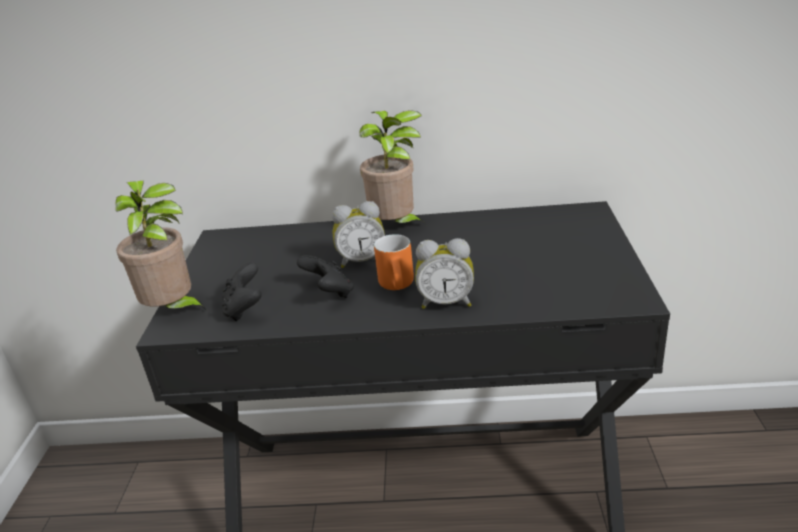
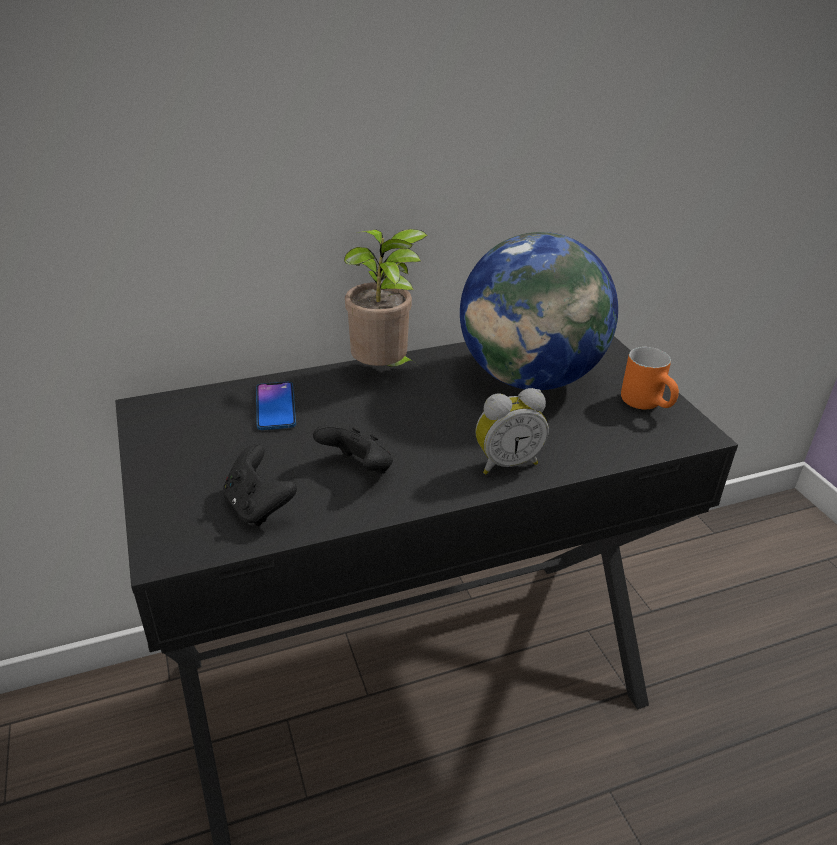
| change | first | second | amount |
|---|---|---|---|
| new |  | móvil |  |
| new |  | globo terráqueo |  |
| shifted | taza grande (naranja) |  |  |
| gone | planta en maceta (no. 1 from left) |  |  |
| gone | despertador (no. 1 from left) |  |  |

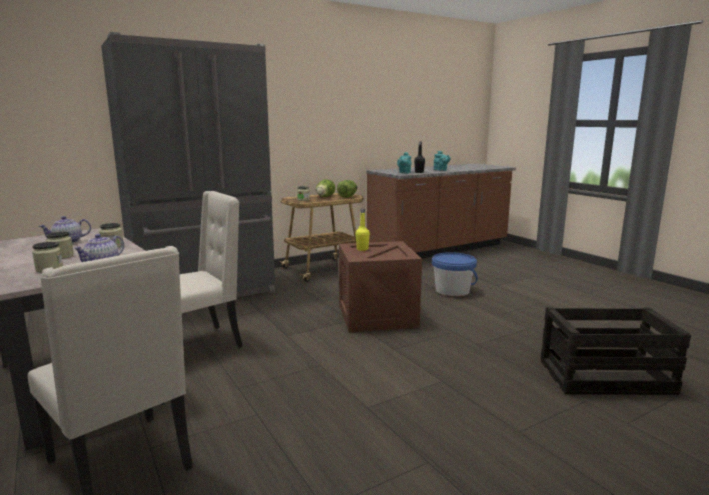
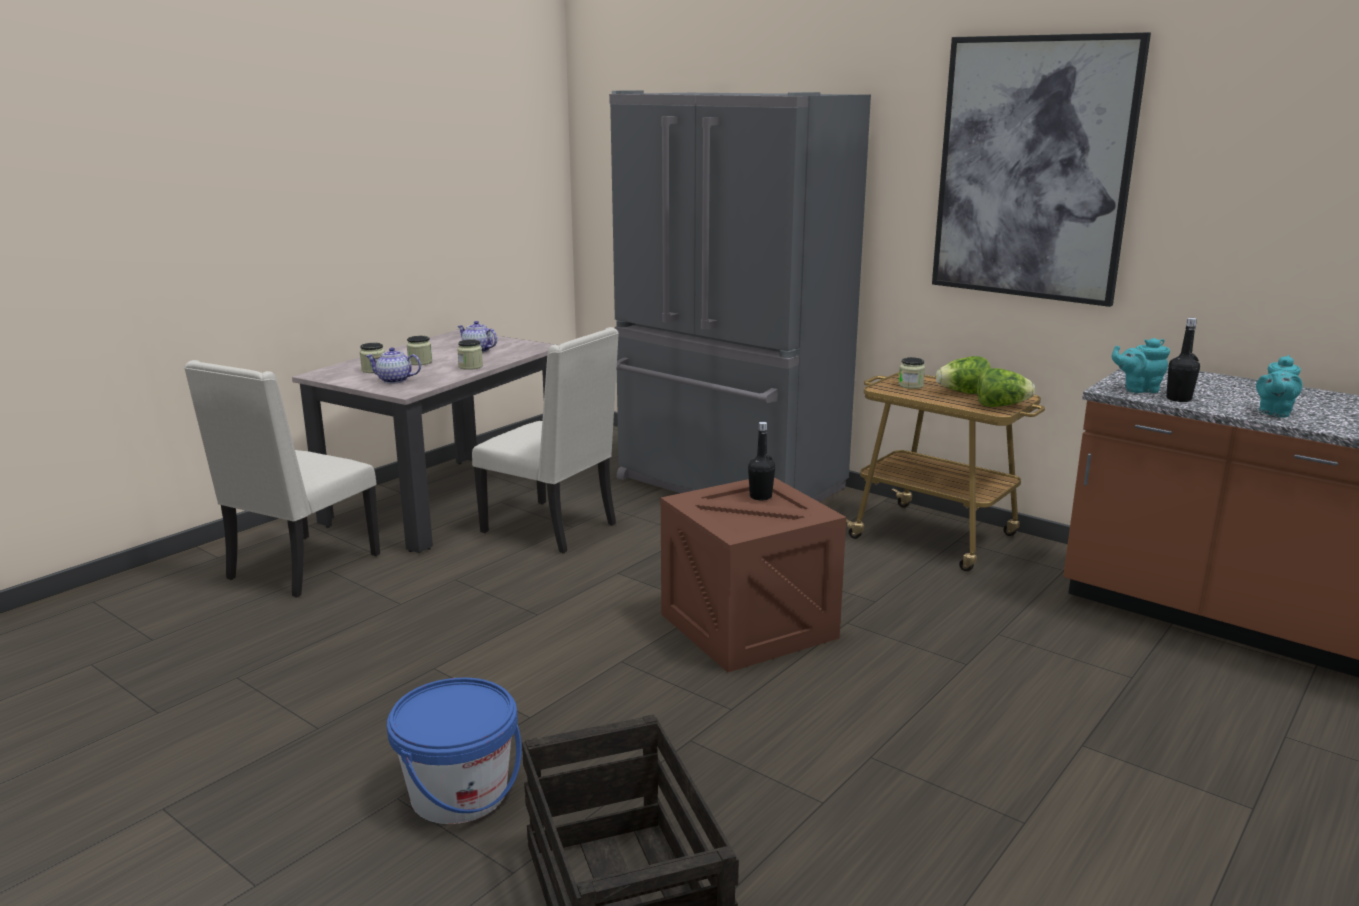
| change | first | second | amount |
|---|---|---|---|
| shifted | cubo (azul) |  |  |
| repainted | botella (amarillo) | botella (negro) (no. 1 from left) |  |
| new |  | cuadro |  |

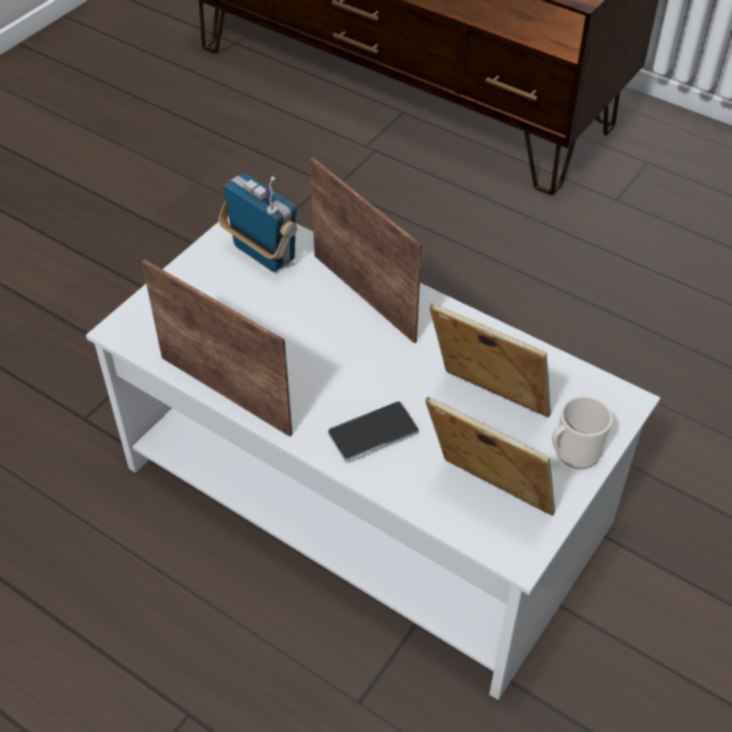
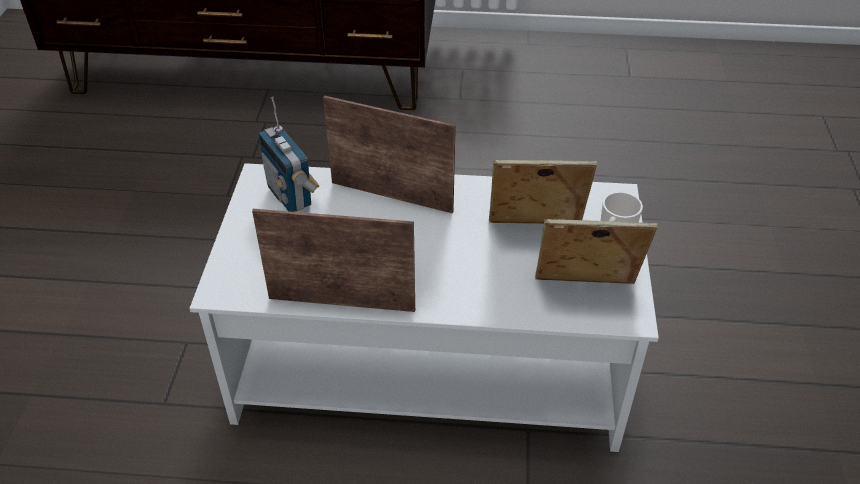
| change | first | second | amount |
|---|---|---|---|
| rotated | radio |  | 135 degrees counterclockwise |
| gone | móvil |  |  |

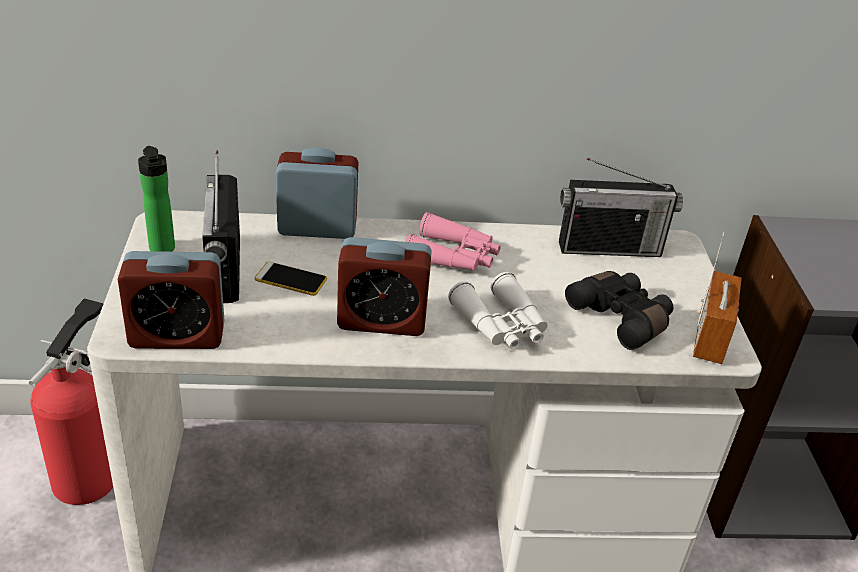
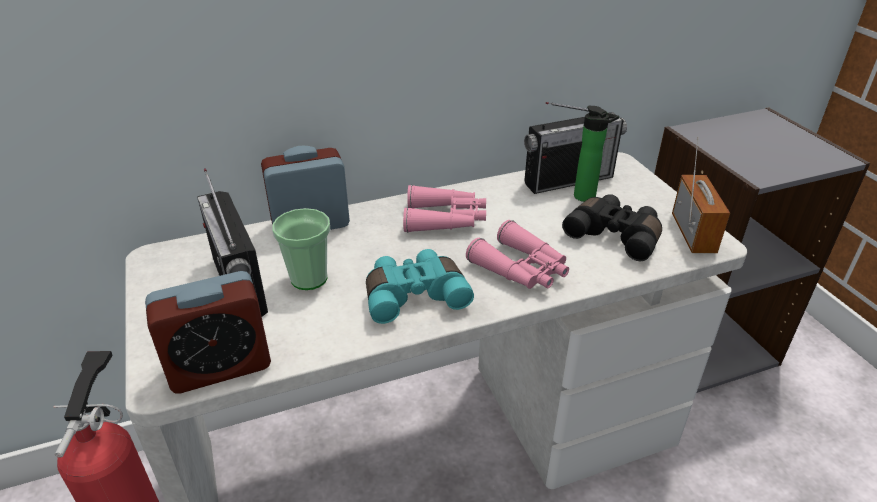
| change | first | second | amount |
|---|---|---|---|
| swapped | móvil | taza |  |
| swapped | despertador (no. 3 from left) | prismáticos (turquesa) |  |
| repainted | prismáticos (blanco) | prismáticos (rosa) (no. 2 from left) |  |
| shifted | botella |  |  |

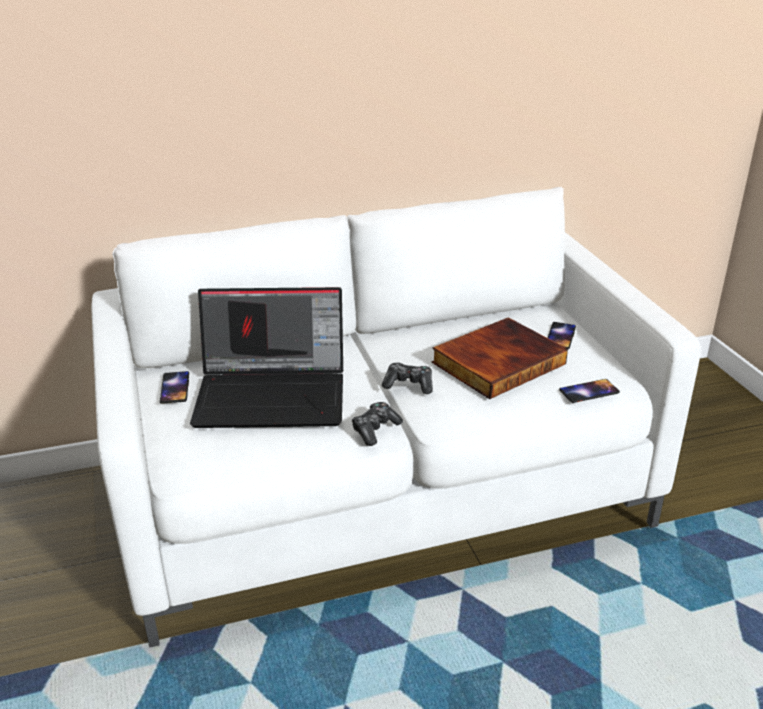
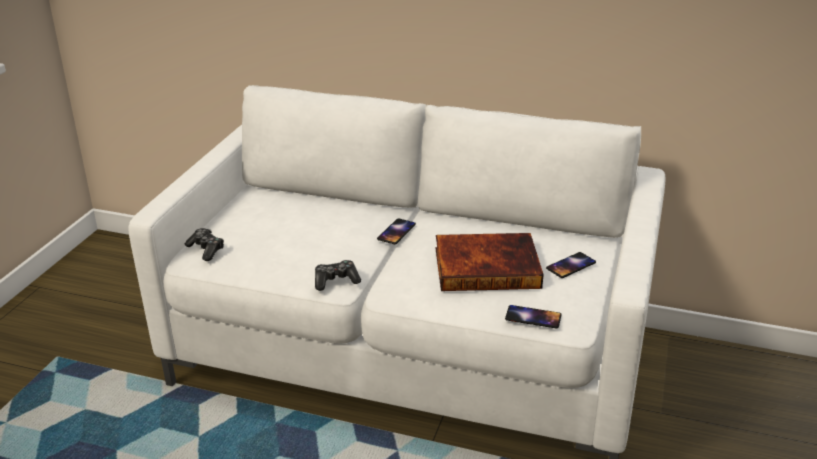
| change | first | second | amount |
|---|---|---|---|
| shifted | mando de consola (no. 2 from left in the first image) | mando de consola (no. 1 from left) |  |
| shifted | móvil (no. 1 from left) |  |  |
| gone | portátil |  |  |

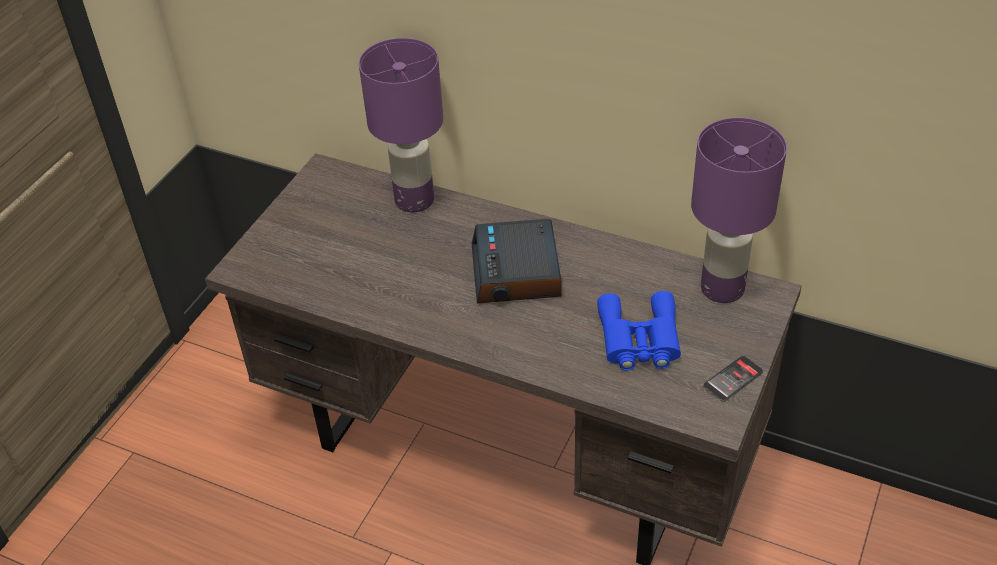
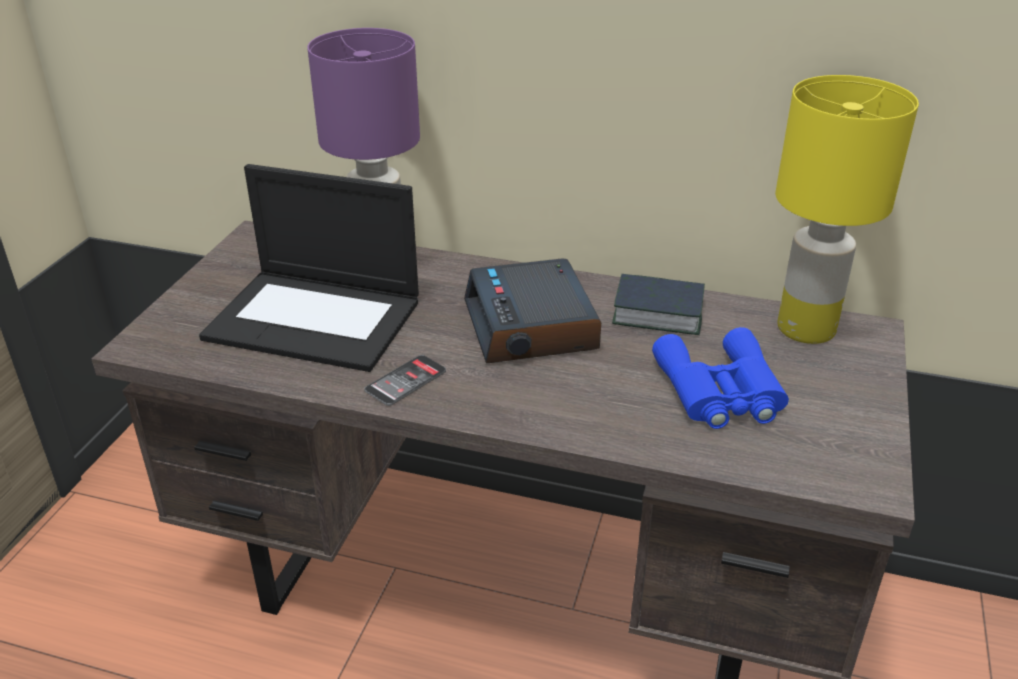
| change | first | second | amount |
|---|---|---|---|
| new |  | portátil |  |
| shifted | móvil |  |  |
| new |  | libro |  |
| repainted | lámpara de mesa (morado) (no. 2 from left) | lámpara de mesa (amarillo) |  |

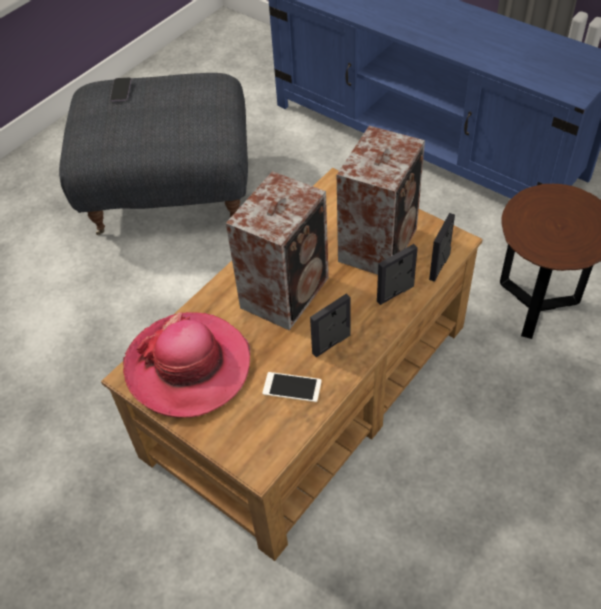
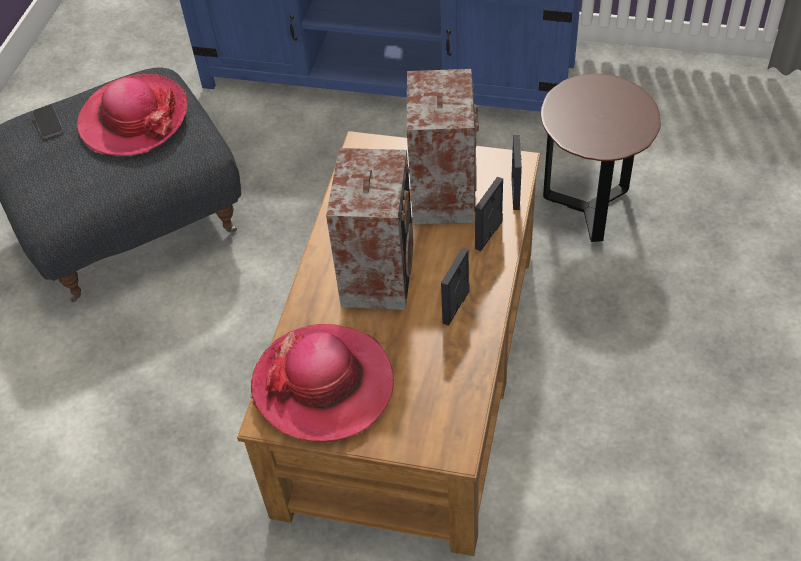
| change | first | second | amount |
|---|---|---|---|
| new |  | sombrero (no. 1 from left) |  |
| gone | móvil (no. 2 from left) |  |  |

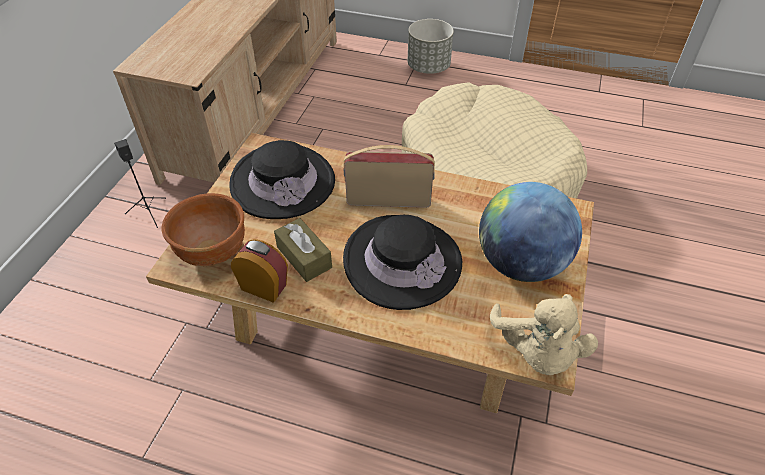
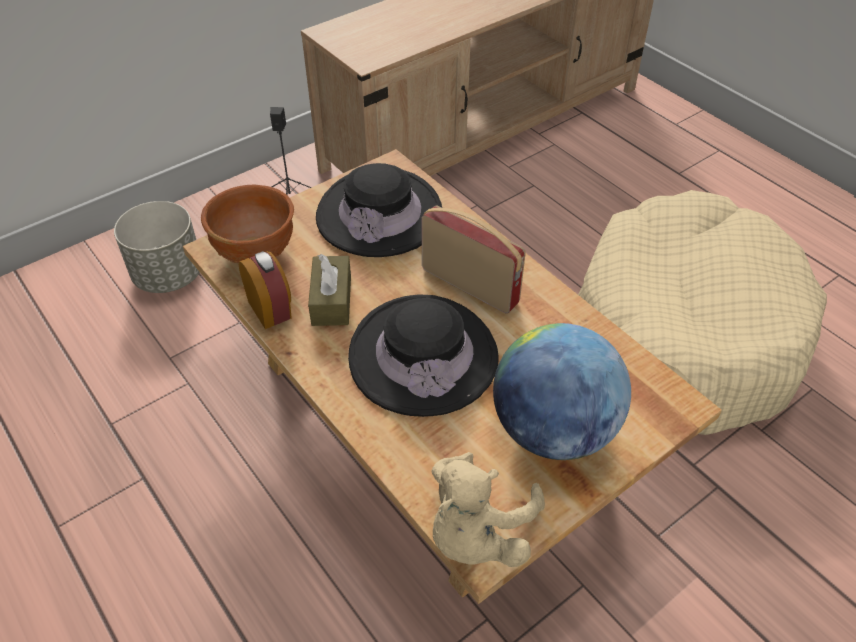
| change | first | second | amount |
|---|---|---|---|
| shifted | maceta (gris) |  |  |

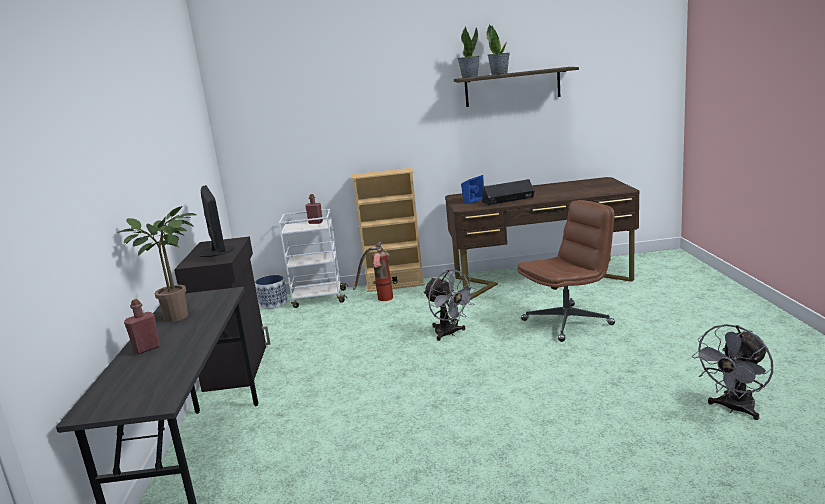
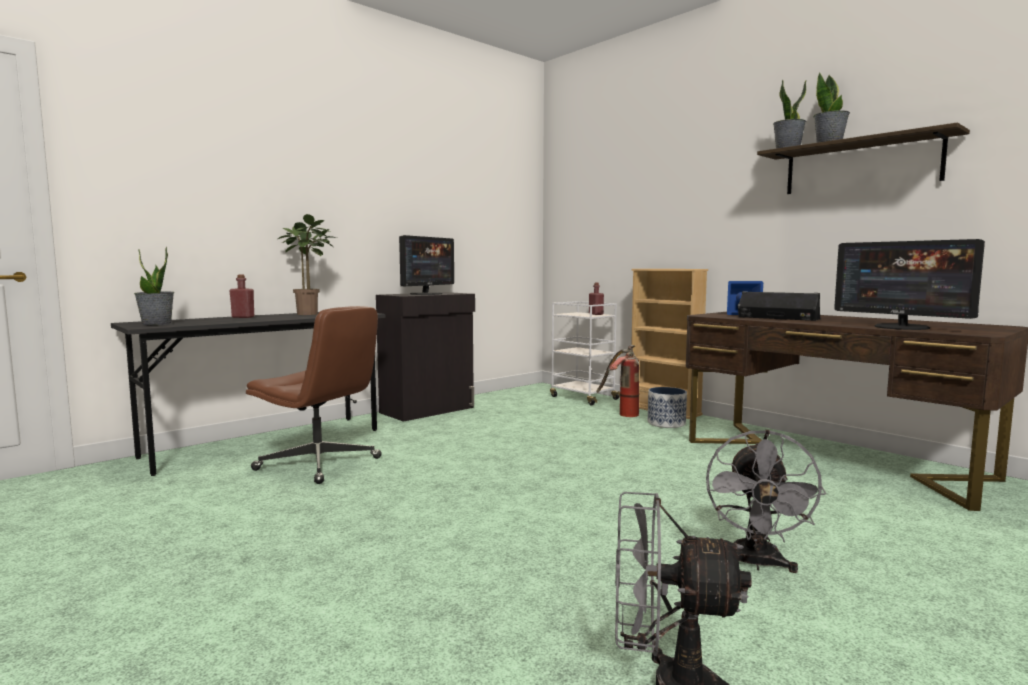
| change | first | second | amount |
|---|---|---|---|
| new |  | planta en maceta (no. 1 from left) |  |
| shifted | silla de oficina (marrón) |  |  |
| shifted | maceta |  |  |
| shifted | ventilador (gris) (no. 1 from left in the first image) | ventilador (gris) (no. 2 from left) |  |
| new |  | monitor (no. 2 from left) |  |

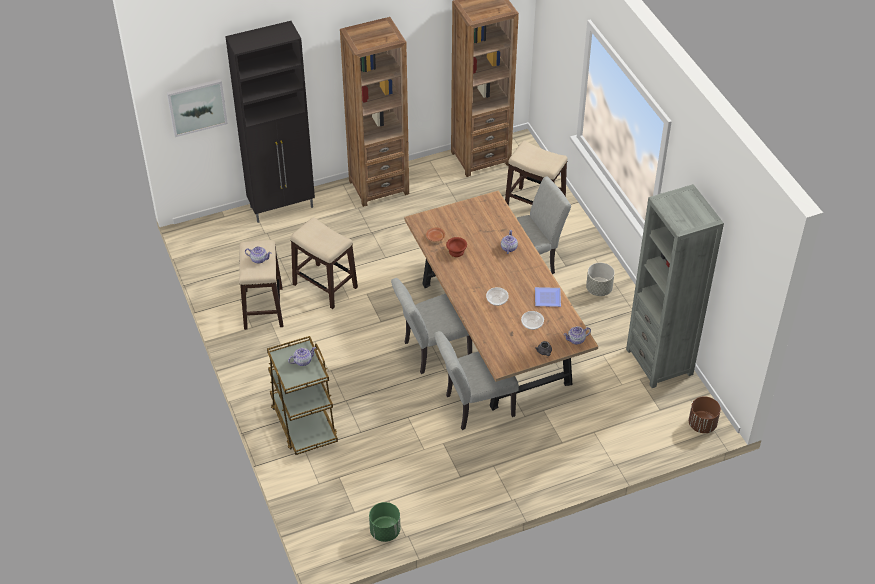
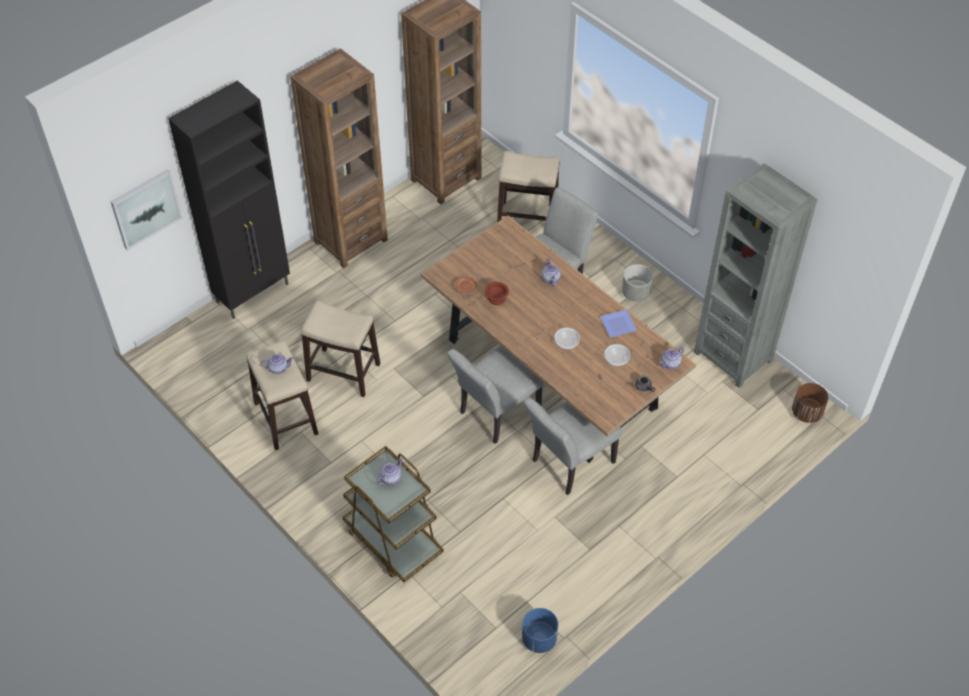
| change | first | second | amount |
|---|---|---|---|
| repainted | maceta (verde) | maceta (azul) |  |

